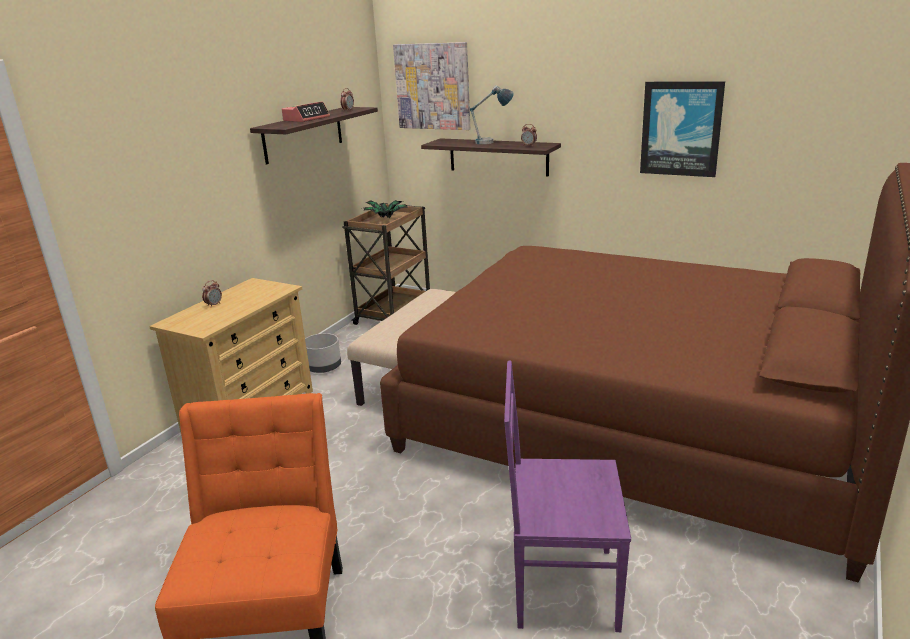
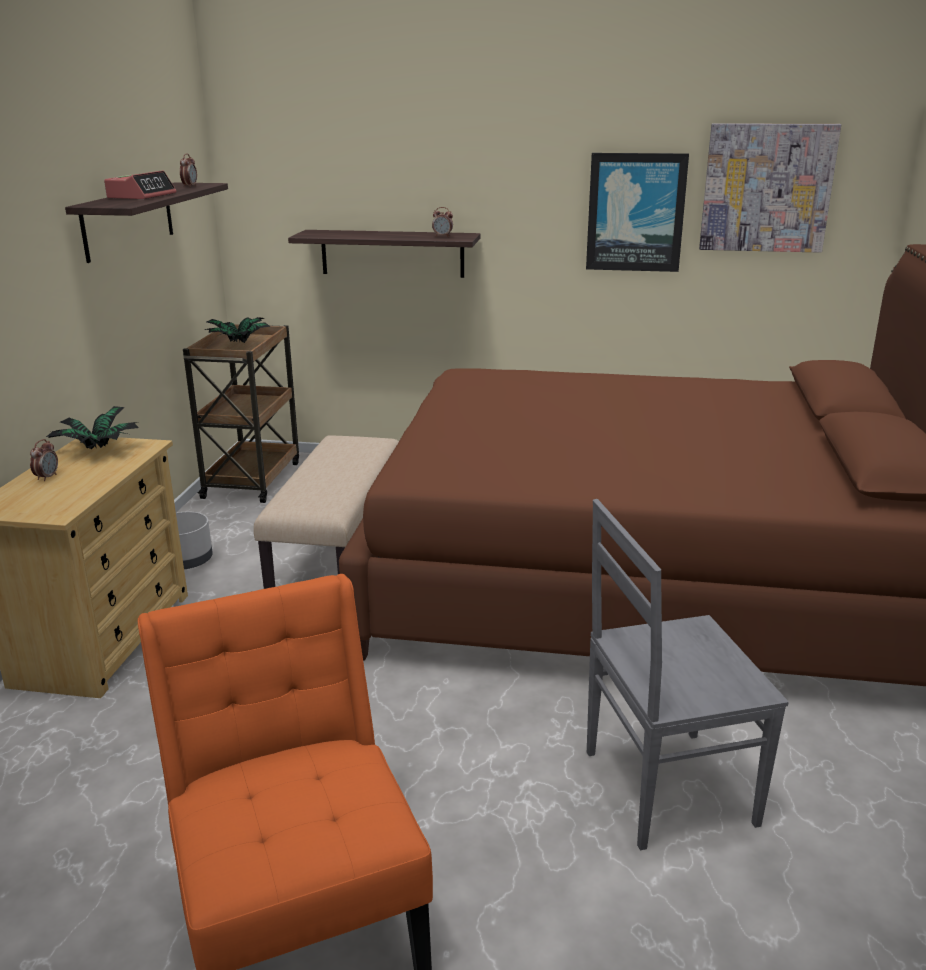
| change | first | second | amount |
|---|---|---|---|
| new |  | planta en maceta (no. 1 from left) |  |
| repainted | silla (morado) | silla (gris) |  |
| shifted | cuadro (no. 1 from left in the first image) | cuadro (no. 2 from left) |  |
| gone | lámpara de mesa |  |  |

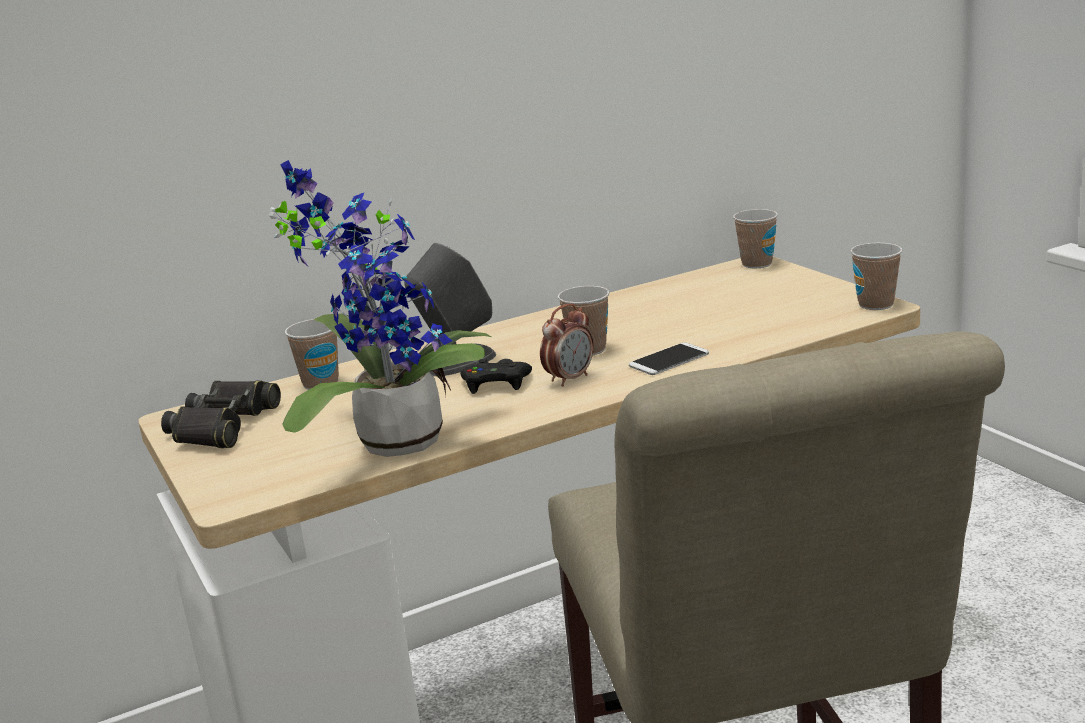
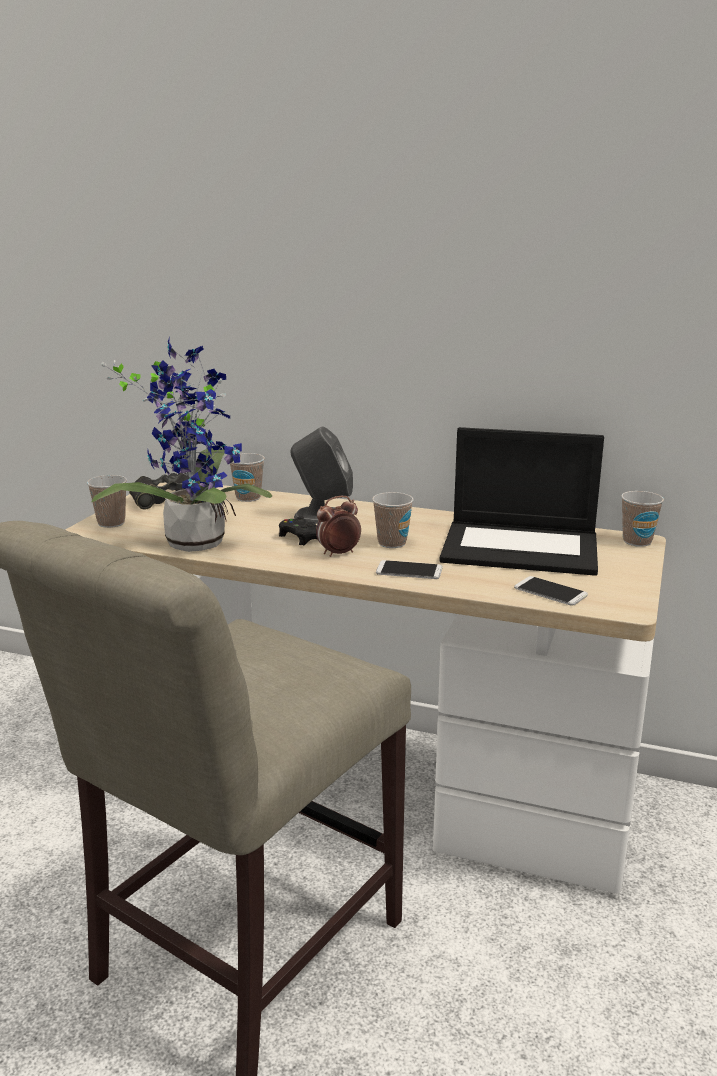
| change | first | second | amount |
|---|---|---|---|
| shifted | taza (no. 4 from left in the first image) | taza (no. 1 from left) |  |
| rotated | despertador |  | 150 degrees clockwise |
| new |  | portátil |  |
| new |  | móvil (no. 2 from left) |  |

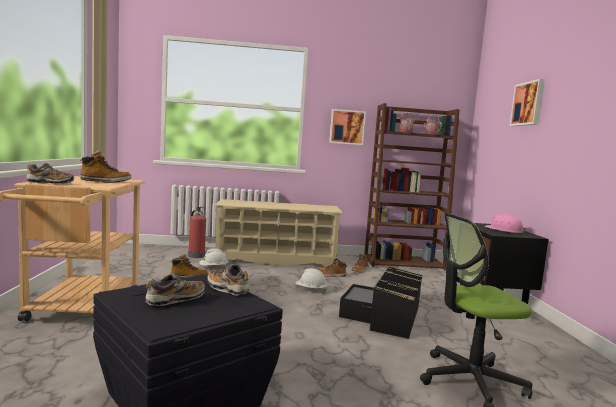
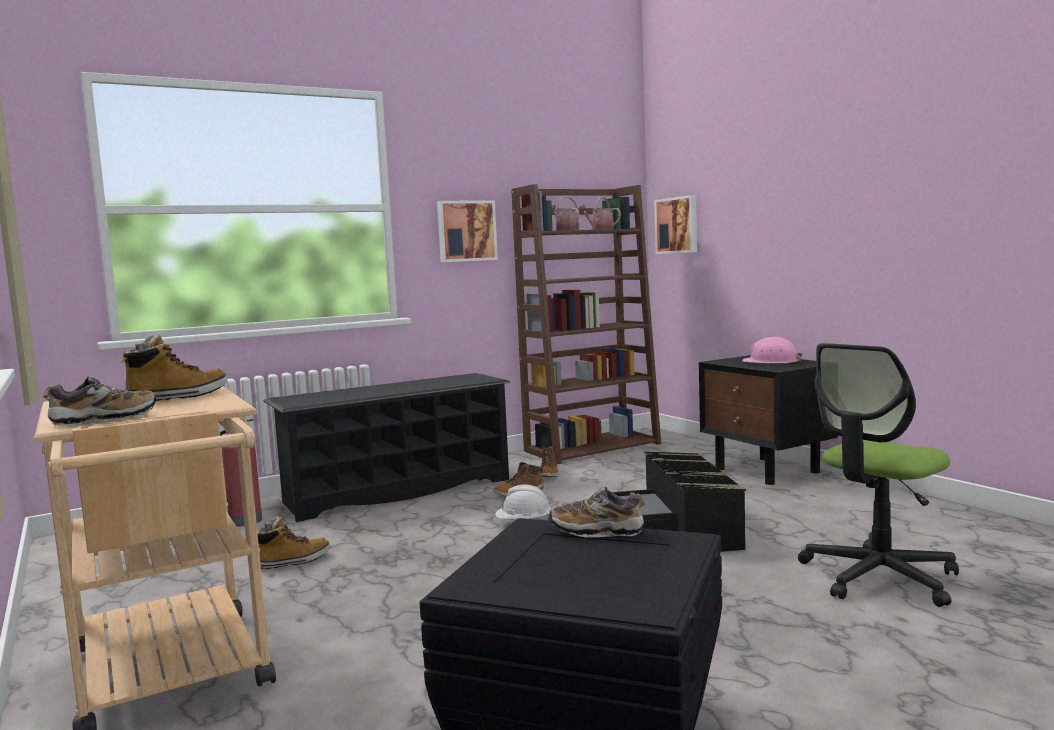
| change | first | second | amount |
|---|---|---|---|
| repainted | zapatero (beis) | zapatero (negro) |  |
| shifted | cuadro (no. 2 from left) |  |  |
| gone | zapato (no. 2 from left) |  |  |
| gone | casco (blanco) (no. 1 from left) |  |  |

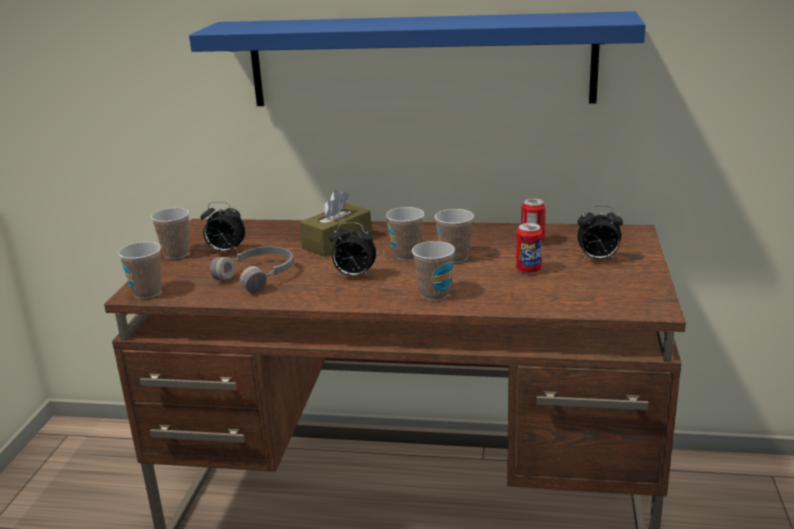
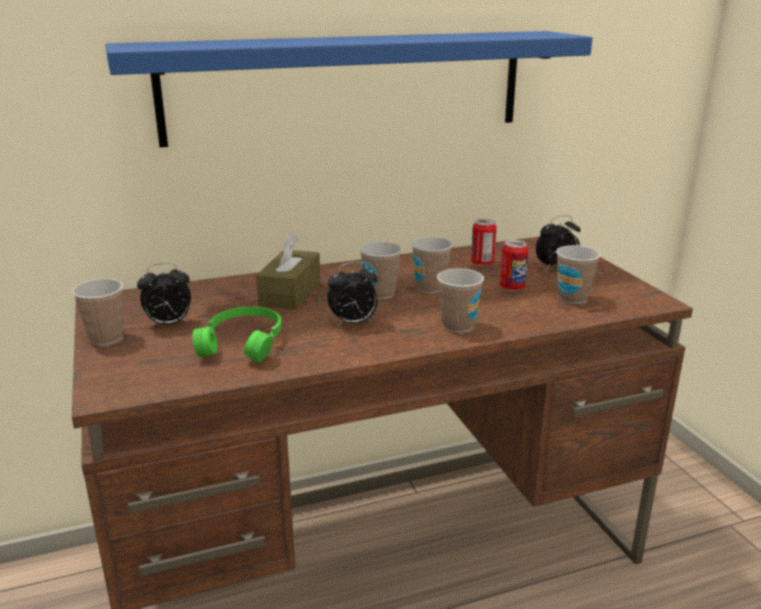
| change | first | second | amount |
|---|---|---|---|
| repainted | auriculares (gris) | auriculares (verde) |  |
| shifted | taza (no. 1 from left in the first image) | taza (no. 5 from left) |  |

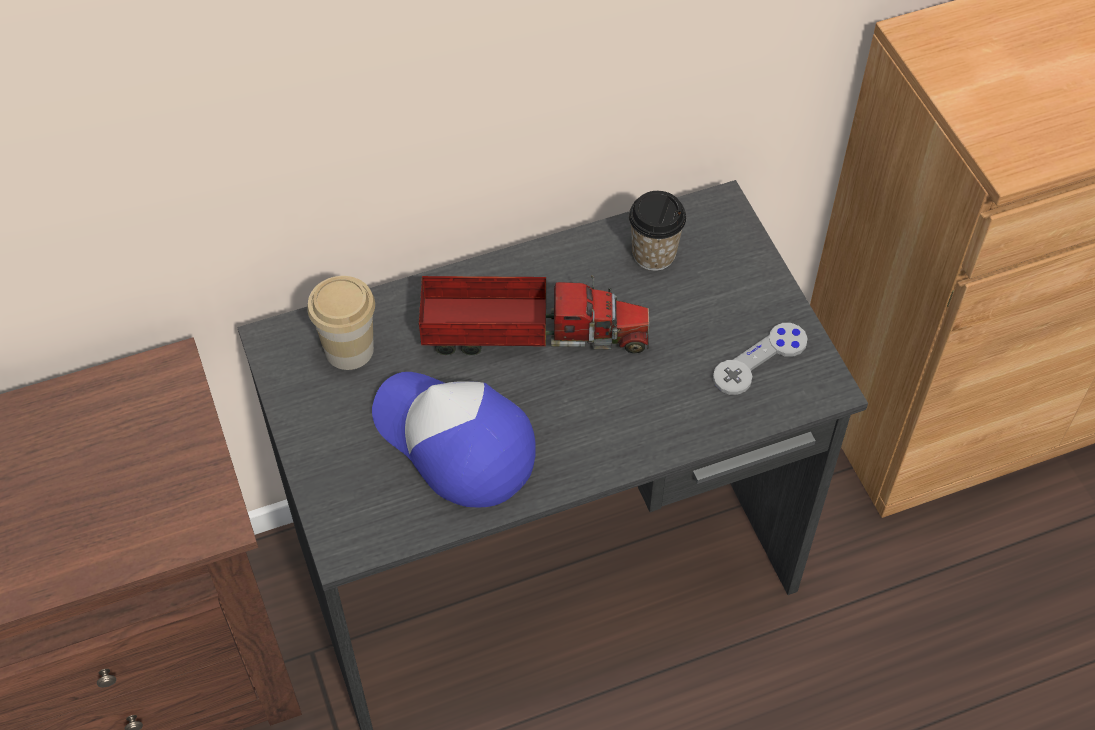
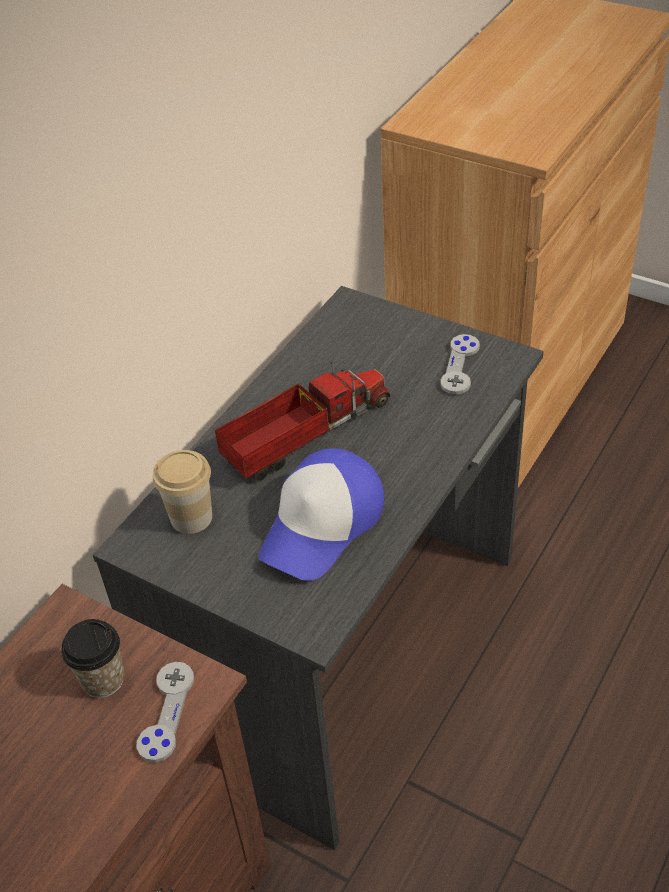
| change | first | second | amount |
|---|---|---|---|
| shifted | taza (no. 2 from left in the first image) | taza (no. 1 from left) |  |
| new |  | mando de consola (gris) (no. 1 from left) |  |
| rotated | gorra |  | 60 degrees counterclockwise |

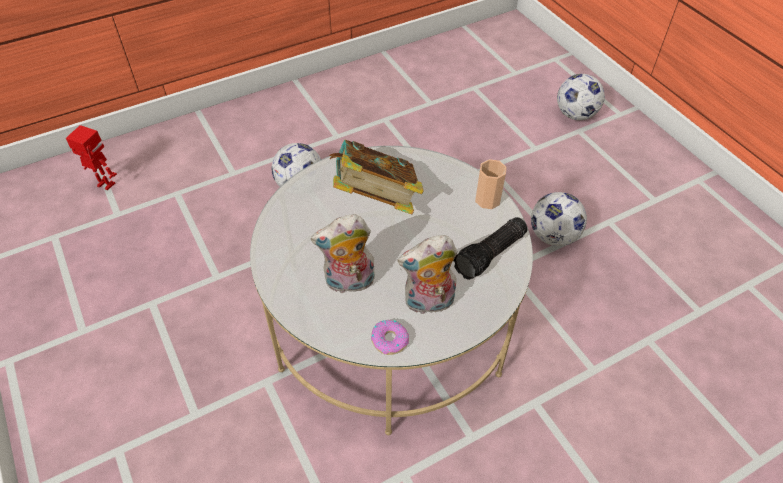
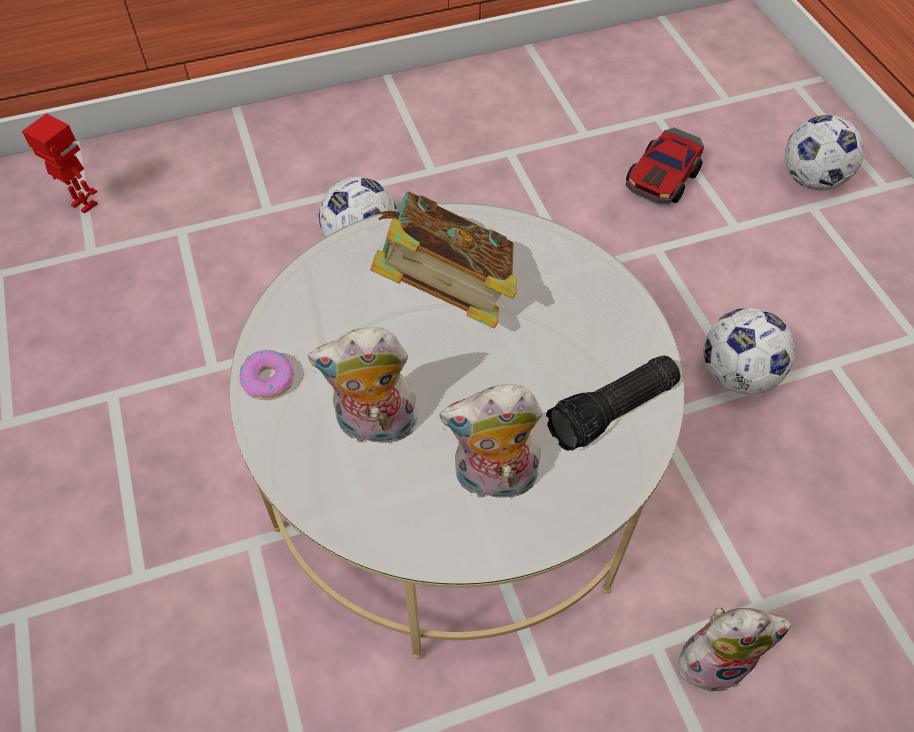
| change | first | second | amount |
|---|---|---|---|
| shifted | rosquilla |  |  |
| new |  | coche de juguete |  |
| new |  | peluche (no. 3 from left) |  |
| gone | taza |  |  |

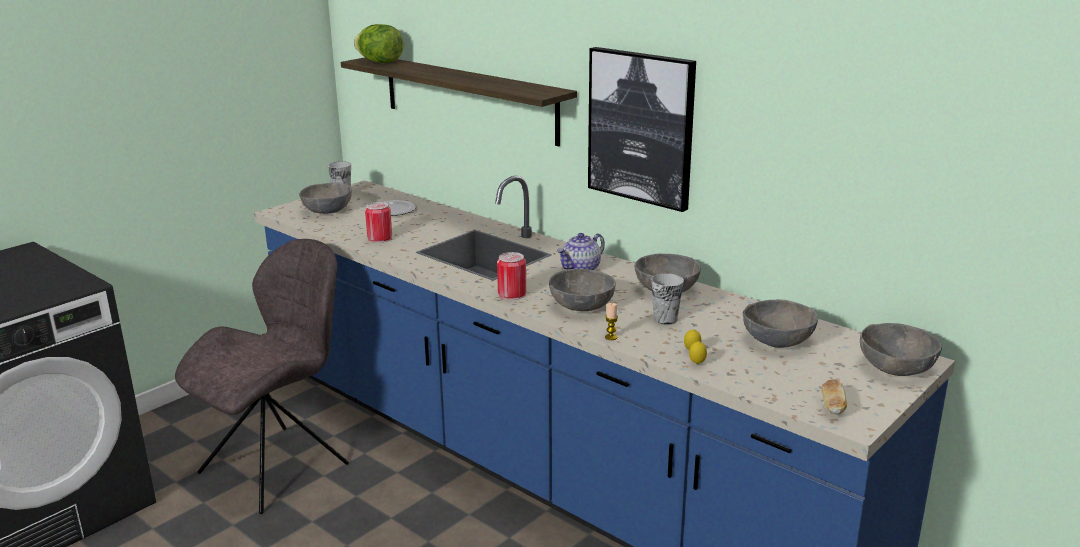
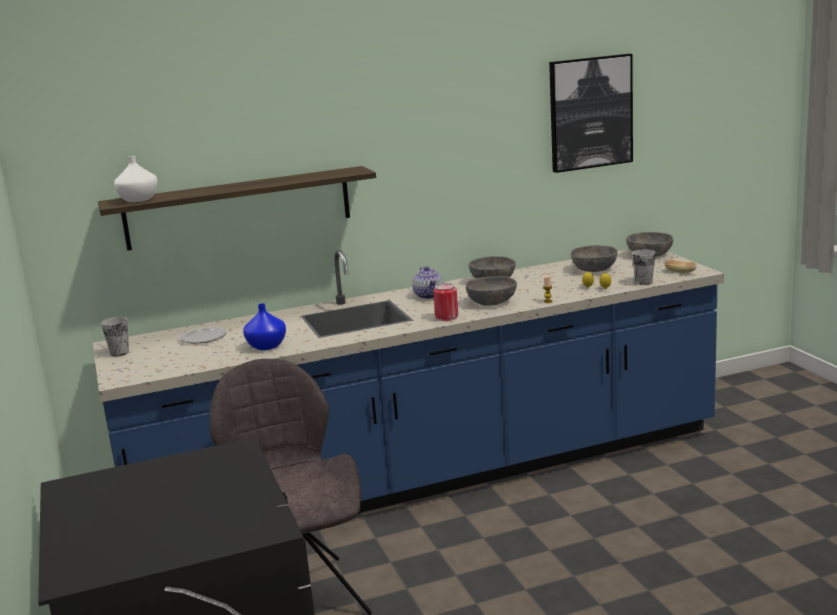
| change | first | second | amount |
|---|---|---|---|
| swapped | lechuga | florero (blanco) |  |
| swapped | lata (no. 1 from left) | florero (azul) |  |
| shifted | cuadro |  |  |
| shifted | taza (no. 2 from left) |  |  |
| gone | cuenco (gris) (no. 1 from left) |  |  |

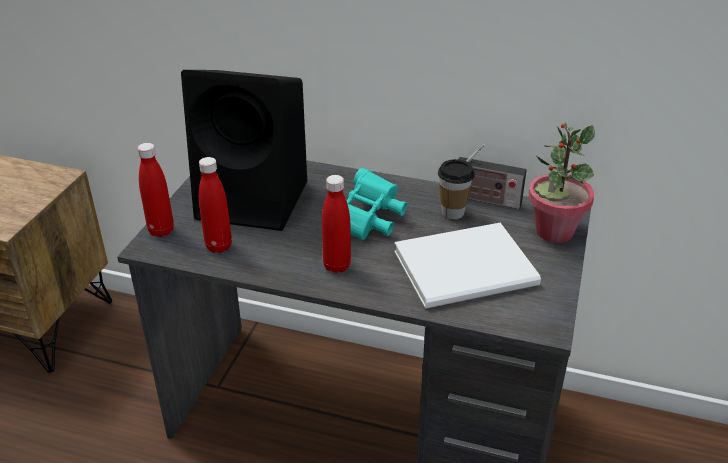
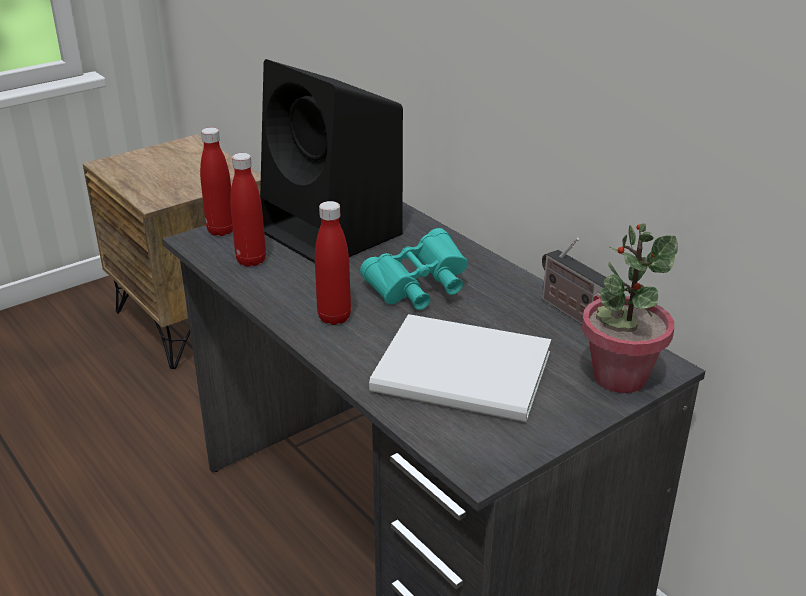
| change | first | second | amount |
|---|---|---|---|
| gone | taza |  |  |

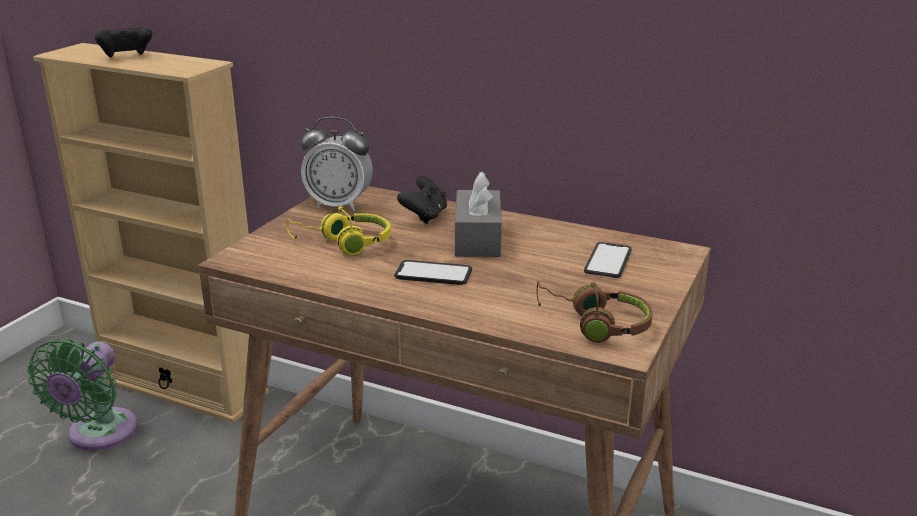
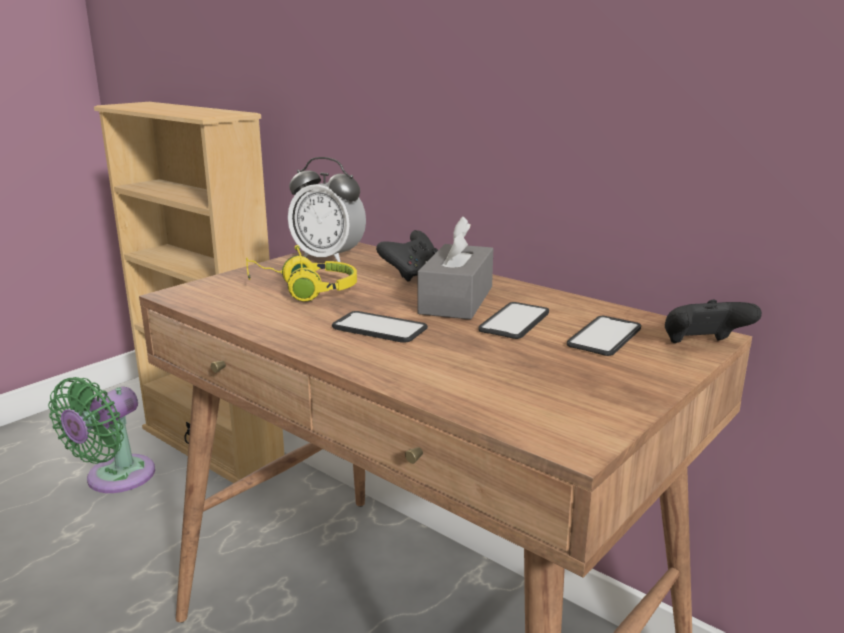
| change | first | second | amount |
|---|---|---|---|
| new |  | móvil (no. 2 from left) |  |
| shifted | mando de consola (negro) (no. 1 from left in the first image) | mando de consola (negro) (no. 2 from left) |  |
| gone | auriculares (marrón) |  |  |

